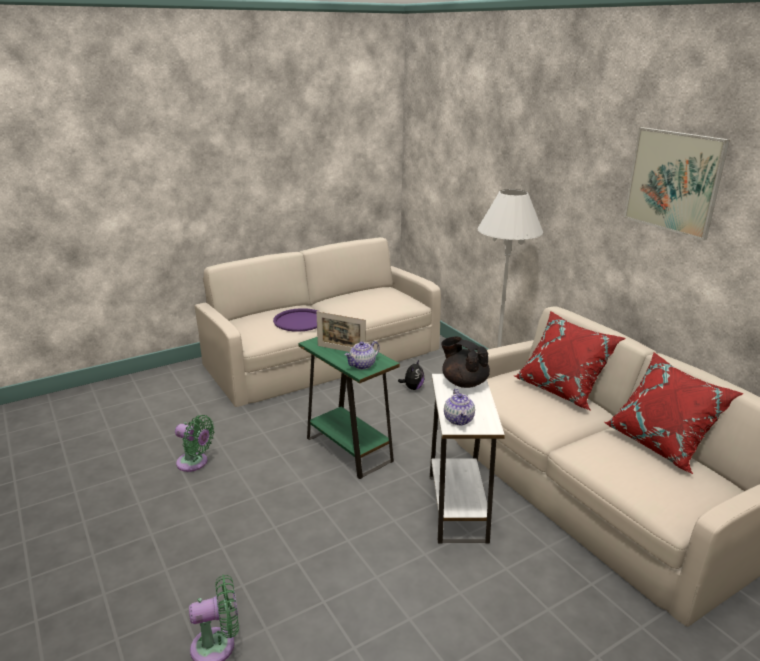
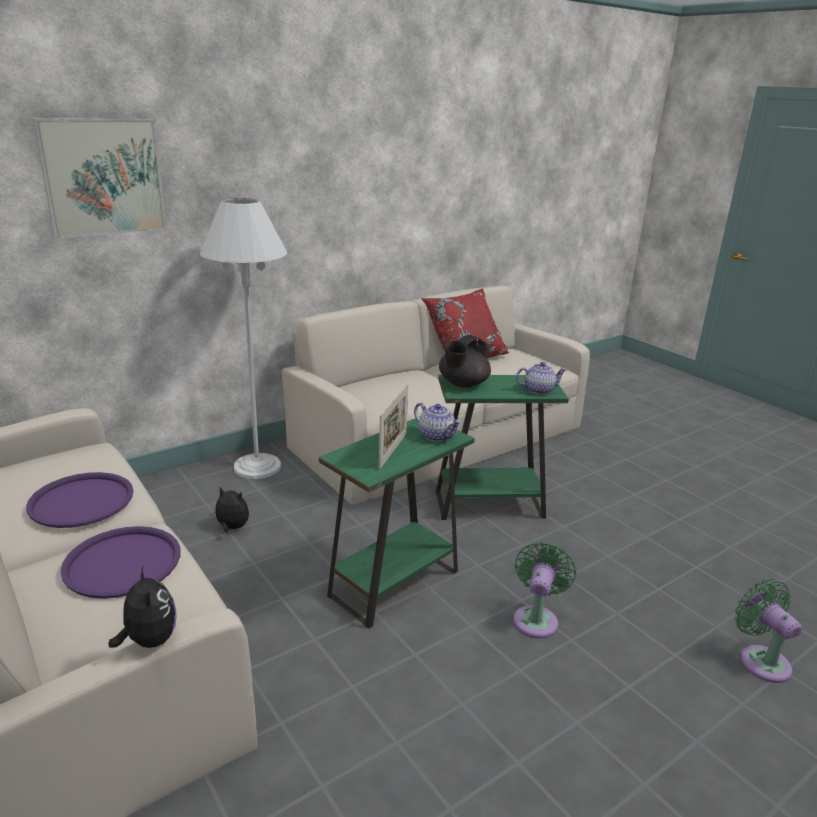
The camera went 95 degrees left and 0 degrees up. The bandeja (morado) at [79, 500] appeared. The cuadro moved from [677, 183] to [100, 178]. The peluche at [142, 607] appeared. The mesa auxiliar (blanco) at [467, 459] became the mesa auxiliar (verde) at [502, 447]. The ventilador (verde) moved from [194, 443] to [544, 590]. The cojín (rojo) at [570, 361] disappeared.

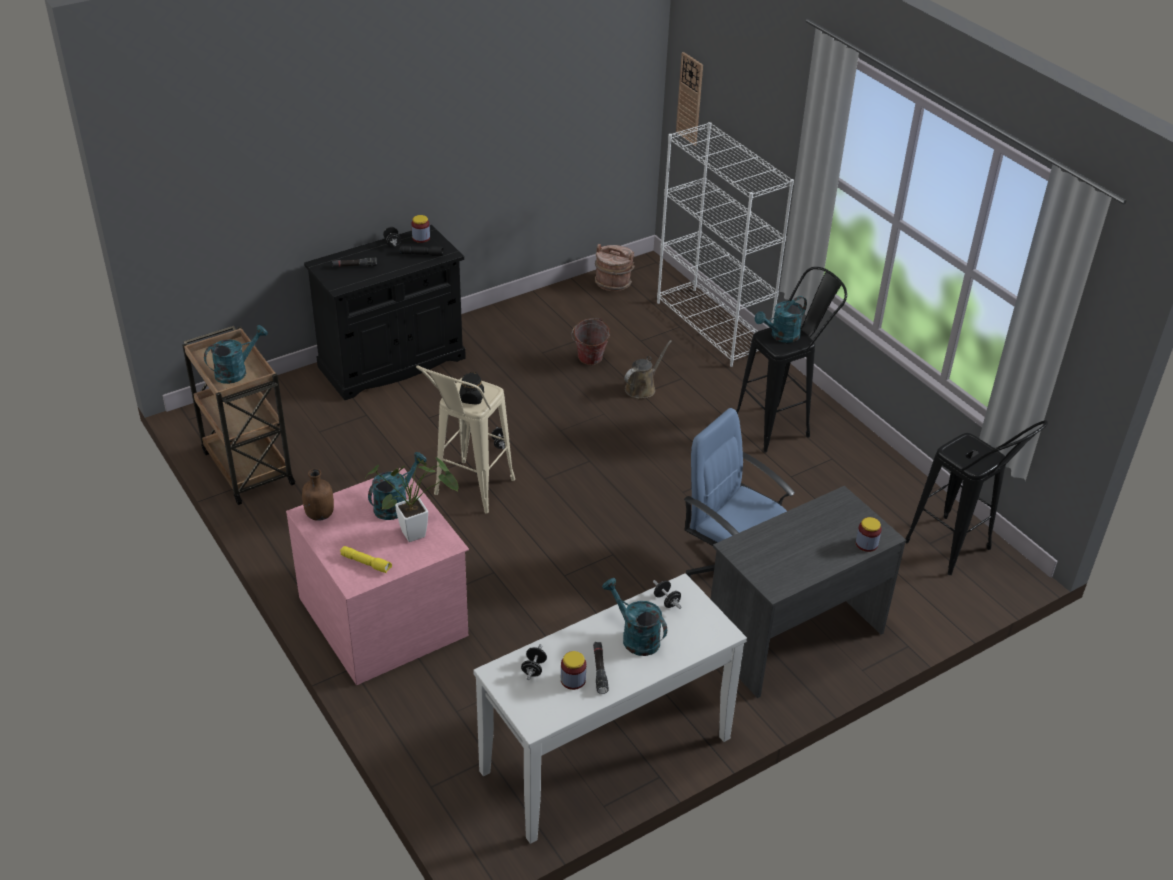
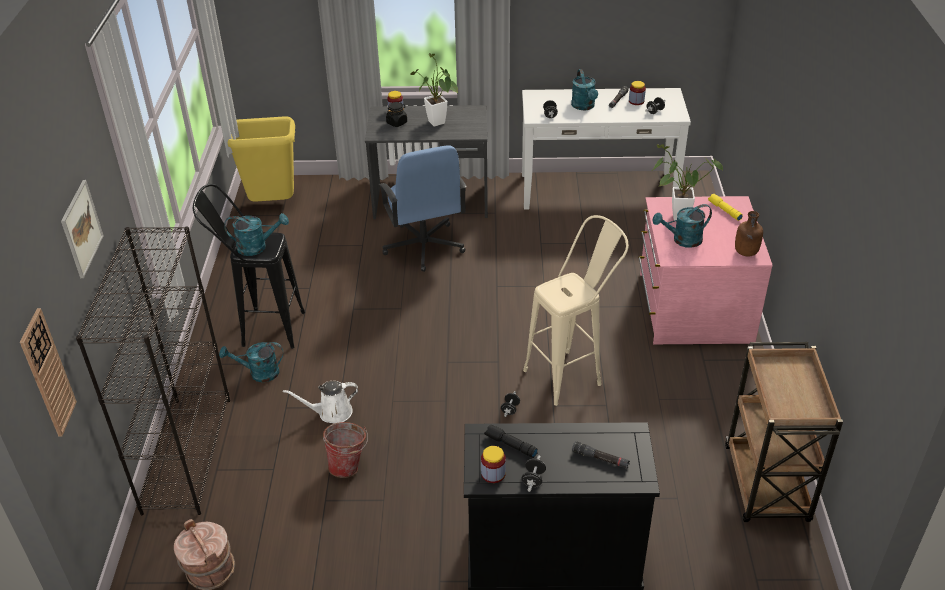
The camera went 145 degrees left and 0 degrees up. The cuadro at [82, 229] appeared. The estantería (blanco) at [725, 244] became the estantería (negro) at [153, 371]. The regadera (turquesa) moved from [236, 354] to [251, 362]. The taburete (negro) at [977, 497] was replaced by the papelera (amarillo) at [261, 159]. The regadera (marrón) at [648, 369] became the regadera (blanco) at [320, 402]. The tarro (negro) moved from [471, 388] to [396, 114]. The planta en maceta at [434, 89] appeared.

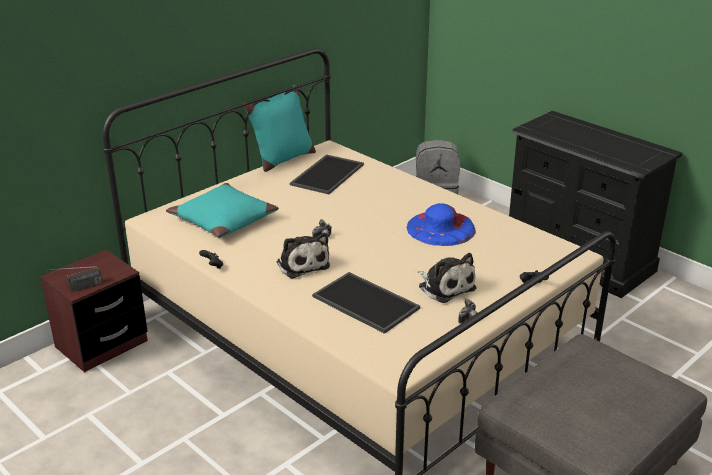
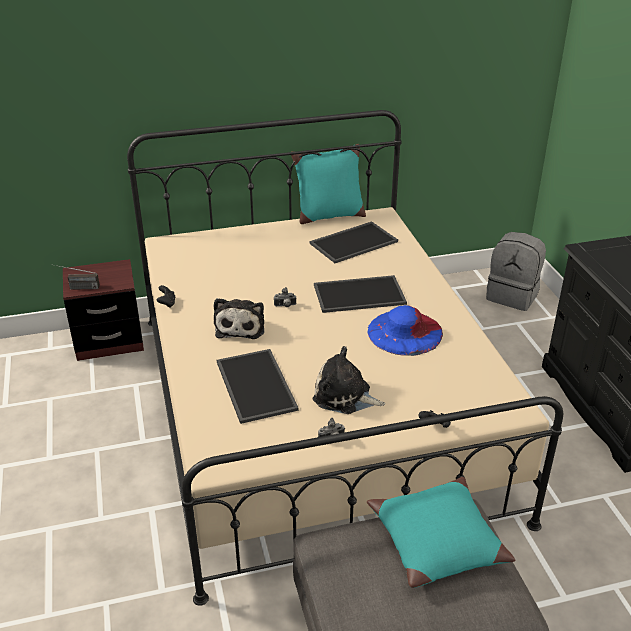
The camera went 30 degrees right and 5 degrees up. The peluche at [447, 278] turned 120 degrees clockwise. The bandeja at [360, 294] appeared. The cojín (turquesa) moved from [222, 210] to [441, 532].

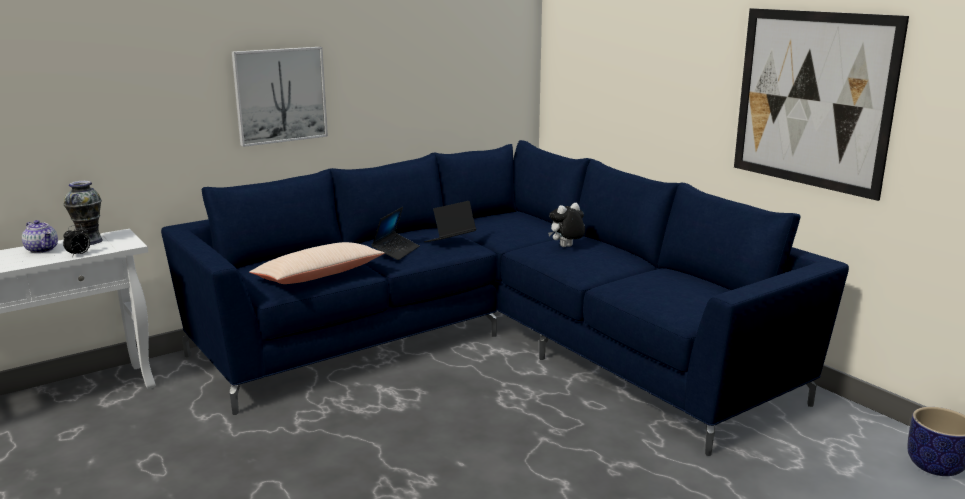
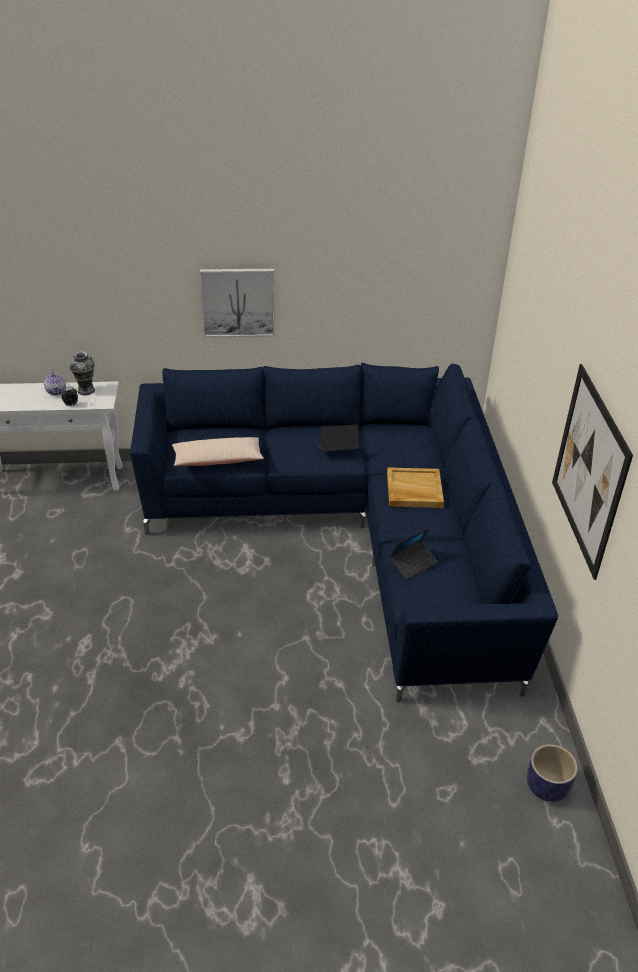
The camera went 30 degrees right and 20 degrees up. The peluche at [566, 225] was replaced by the bandeja (beis) at [415, 487]. The portátil moved from [395, 233] to [413, 553].

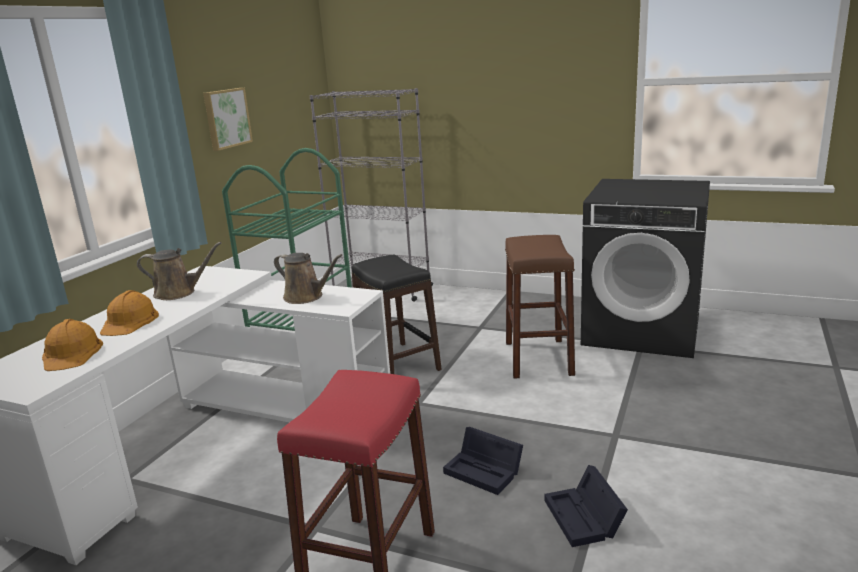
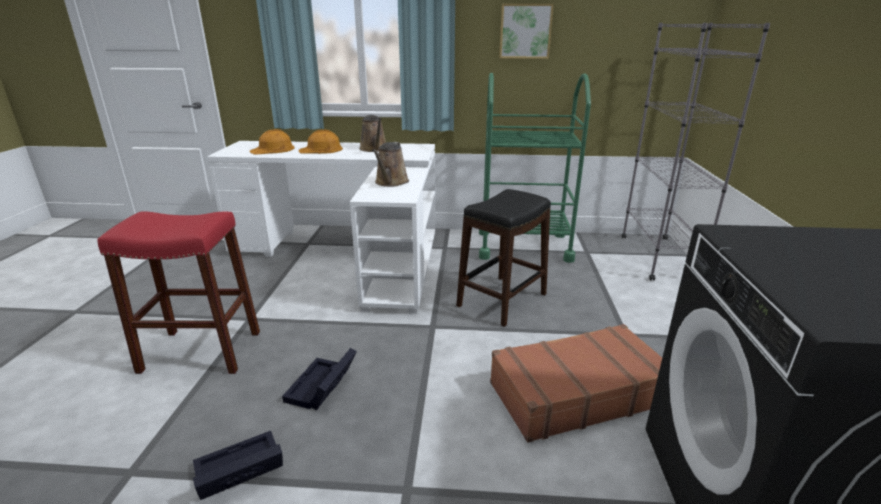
The camera went 70 degrees right and 5 degrees up. The taburete (marrón) at [540, 307] was replaced by the maleta (marrón) at [576, 383].

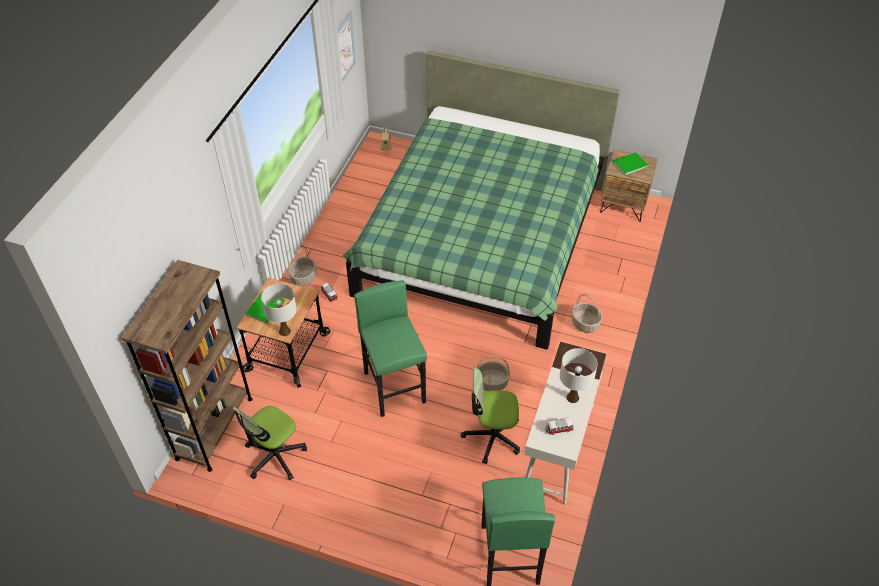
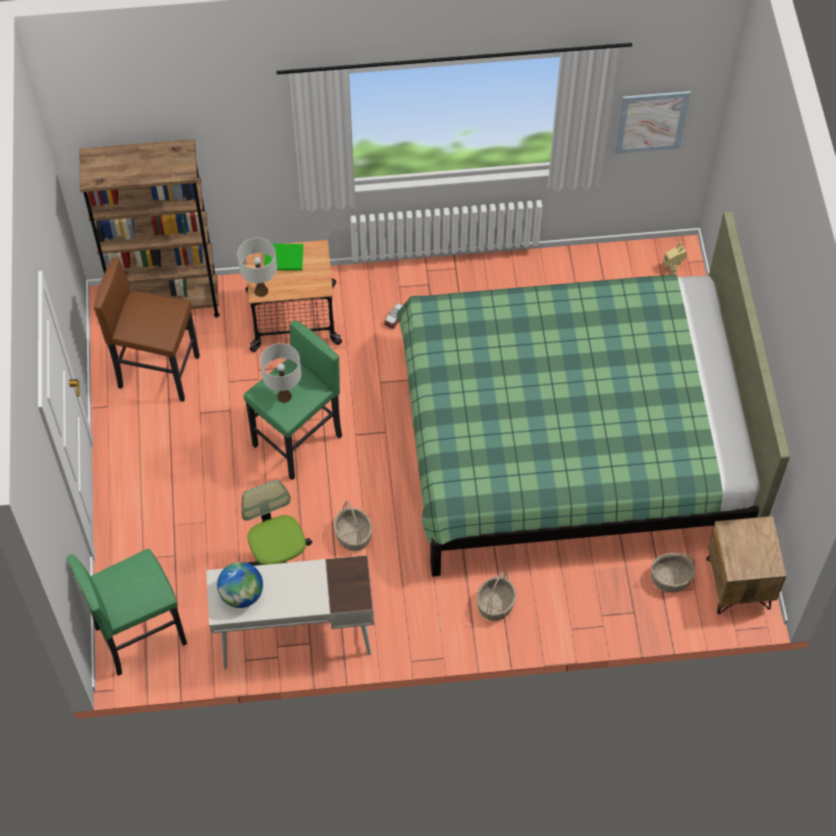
The camera went 65 degrees right and 10 degrees up. The silla de oficina at [269, 443] was replaced by the taburete (marrón) at [147, 330]. The coche de juguete at [559, 426] was replaced by the globo terráqueo at [240, 585]. The lámpara de mesa (blanco) moved from [579, 375] to [280, 373]. The cesta moved from [302, 266] to [673, 572]. The libro (verde) at [630, 163] disappeared.

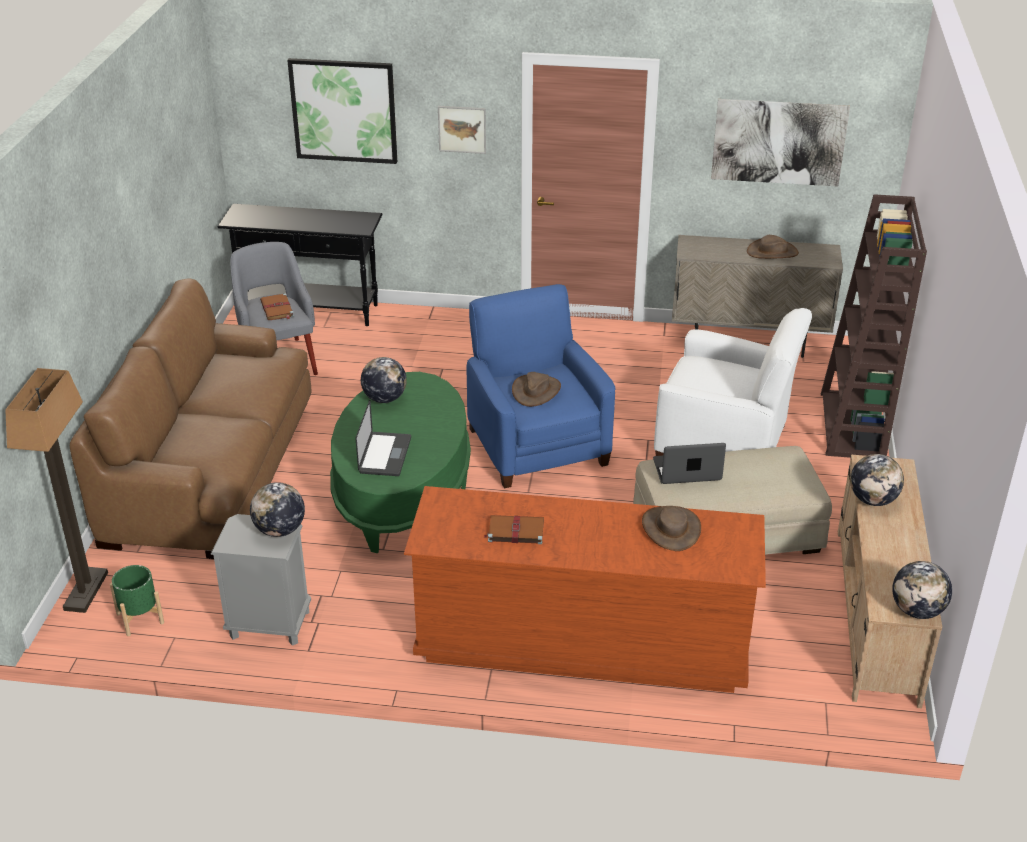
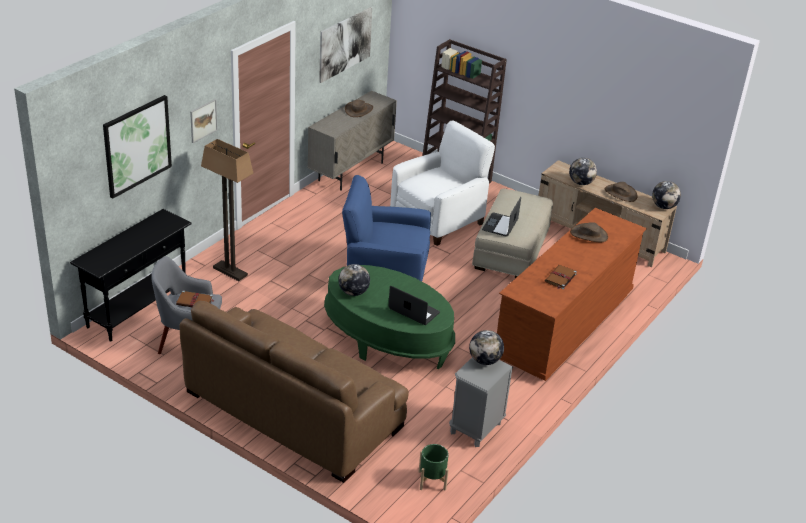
The camera went 65 degrees left and 0 degrees up. The lámpara de pie moved from [56, 490] to [227, 210]. The sombrero (marrón) moved from [536, 389] to [621, 192].

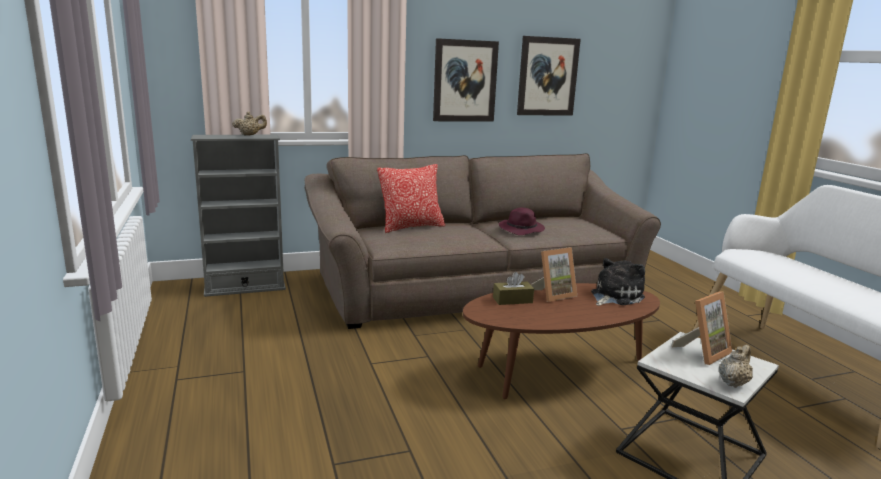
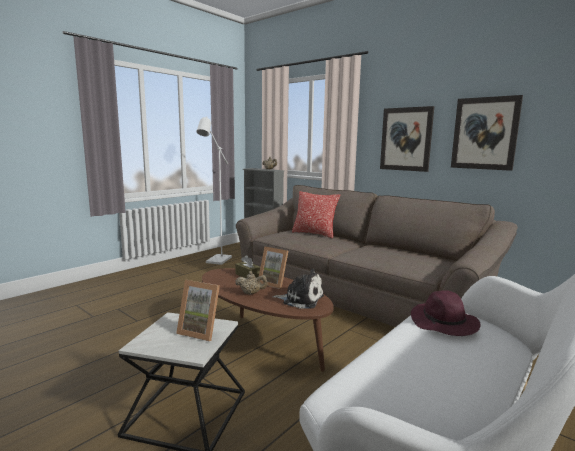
The camera went 60 degrees right and 5 degrees down. The lámpara de pie (blanco) at [214, 191] appeared. The tetera (beis) moved from [736, 366] to [252, 282]. The sombrero (morado) moved from [522, 221] to [446, 313].

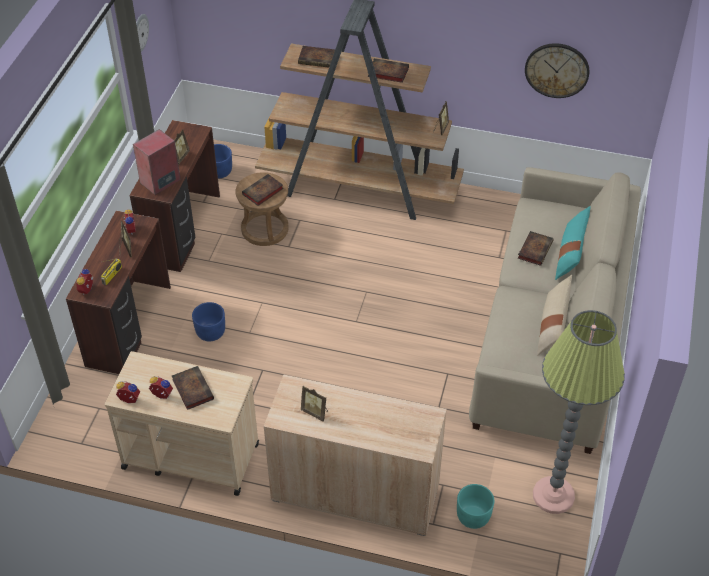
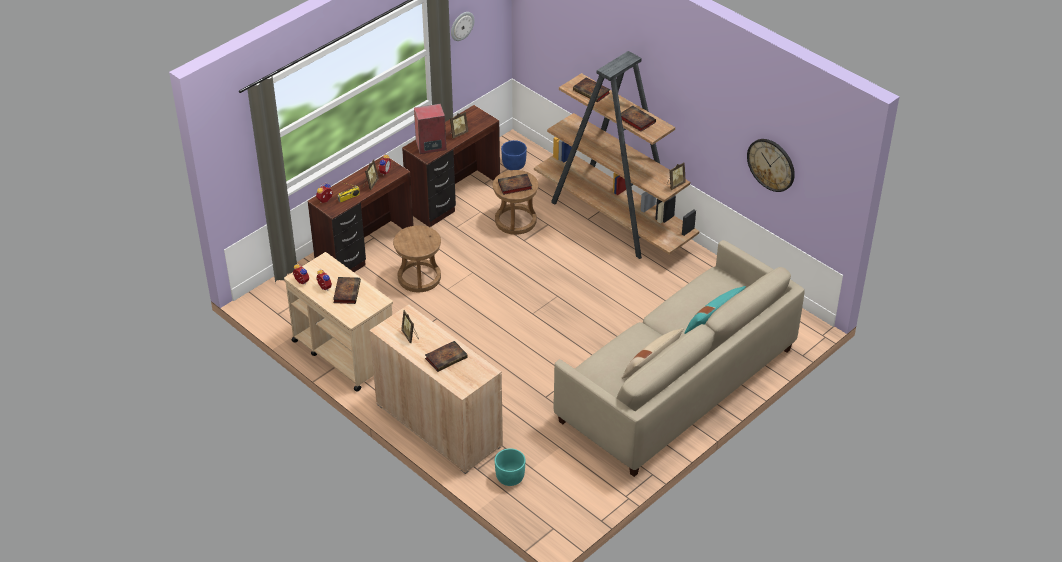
The camera went 30 degrees right and 5 degrees down. The maceta (azul) at [208, 321] was replaced by the taburete (marrón) at [417, 258]. The libro moved from [536, 248] to [446, 356]. The lámpara de pie at [579, 412] disappeared.

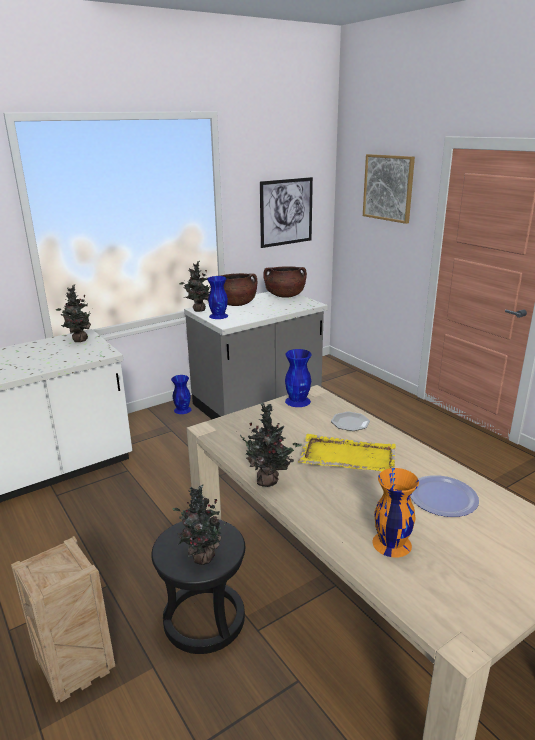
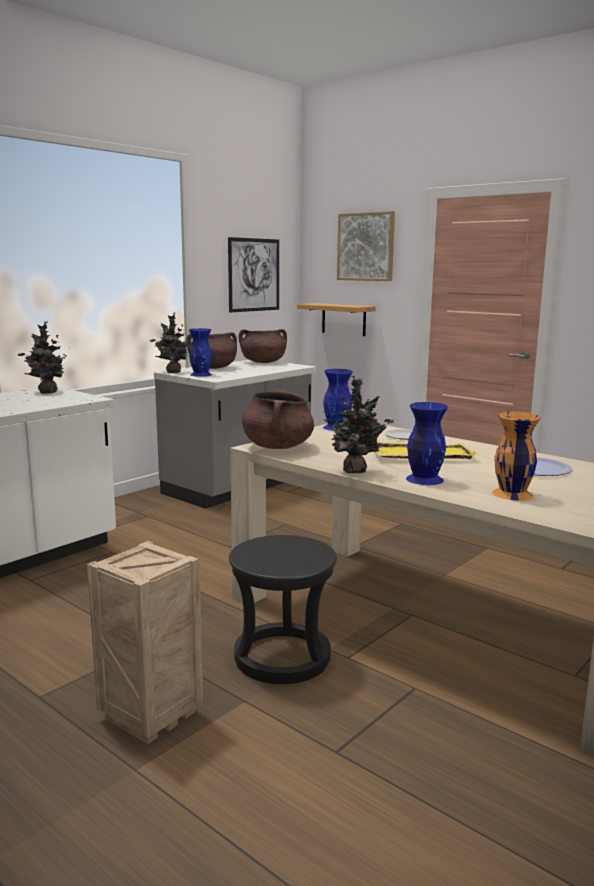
The camera went 15 degrees left and 10 degrees down. The olla (marrón) at [278, 419] appeared. The estante at [336, 319] appeared. The florero (azul) moved from [181, 394] to [427, 443]. The planta en maceta at [199, 524] disappeared.

